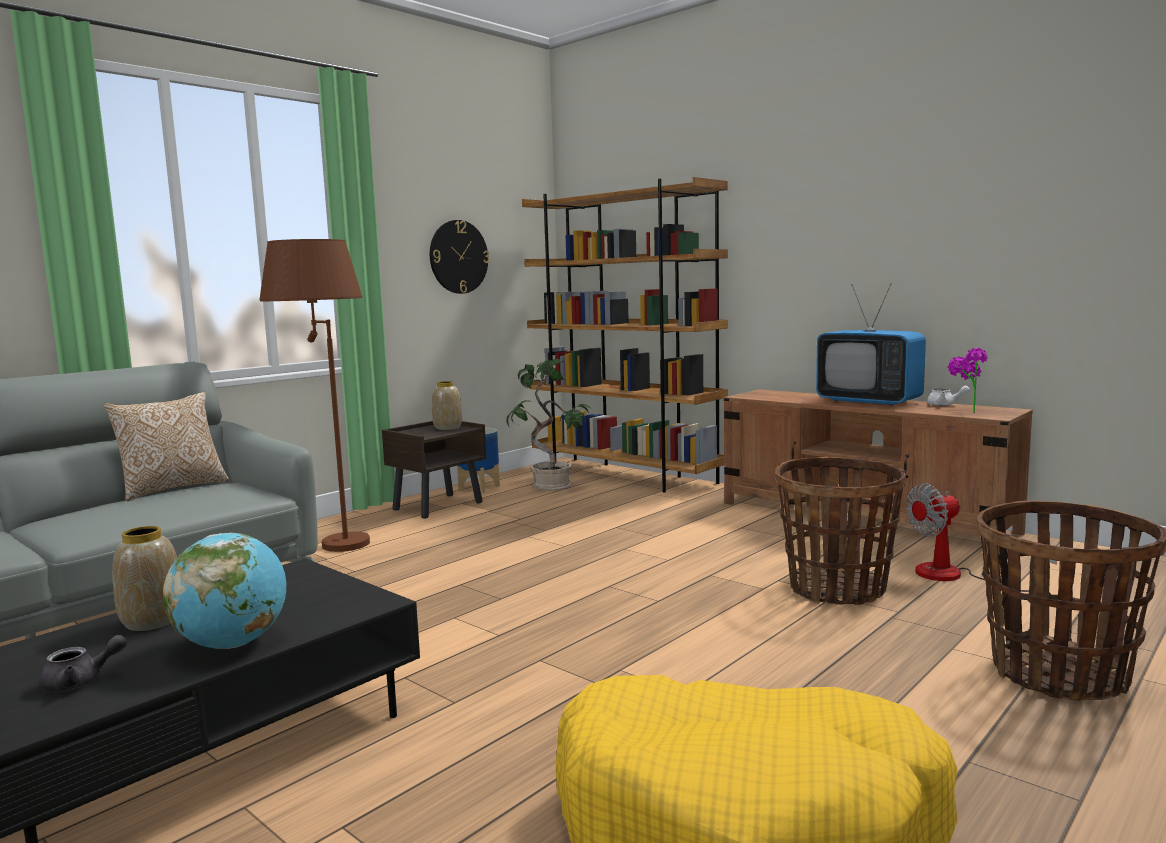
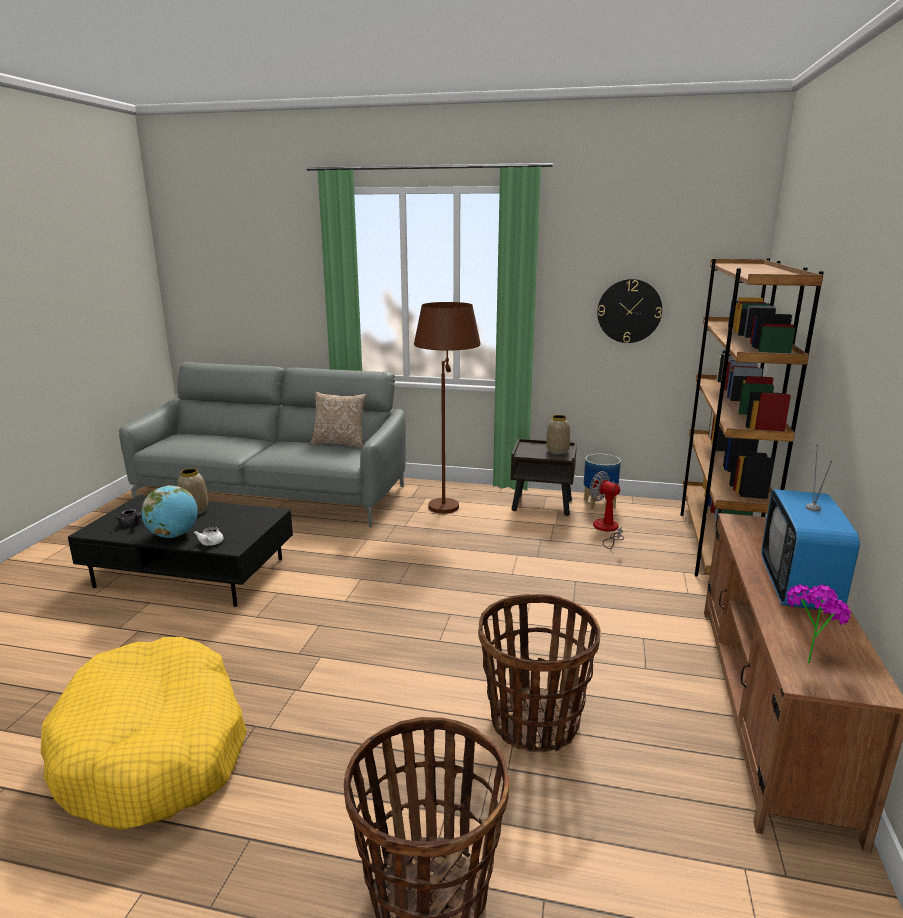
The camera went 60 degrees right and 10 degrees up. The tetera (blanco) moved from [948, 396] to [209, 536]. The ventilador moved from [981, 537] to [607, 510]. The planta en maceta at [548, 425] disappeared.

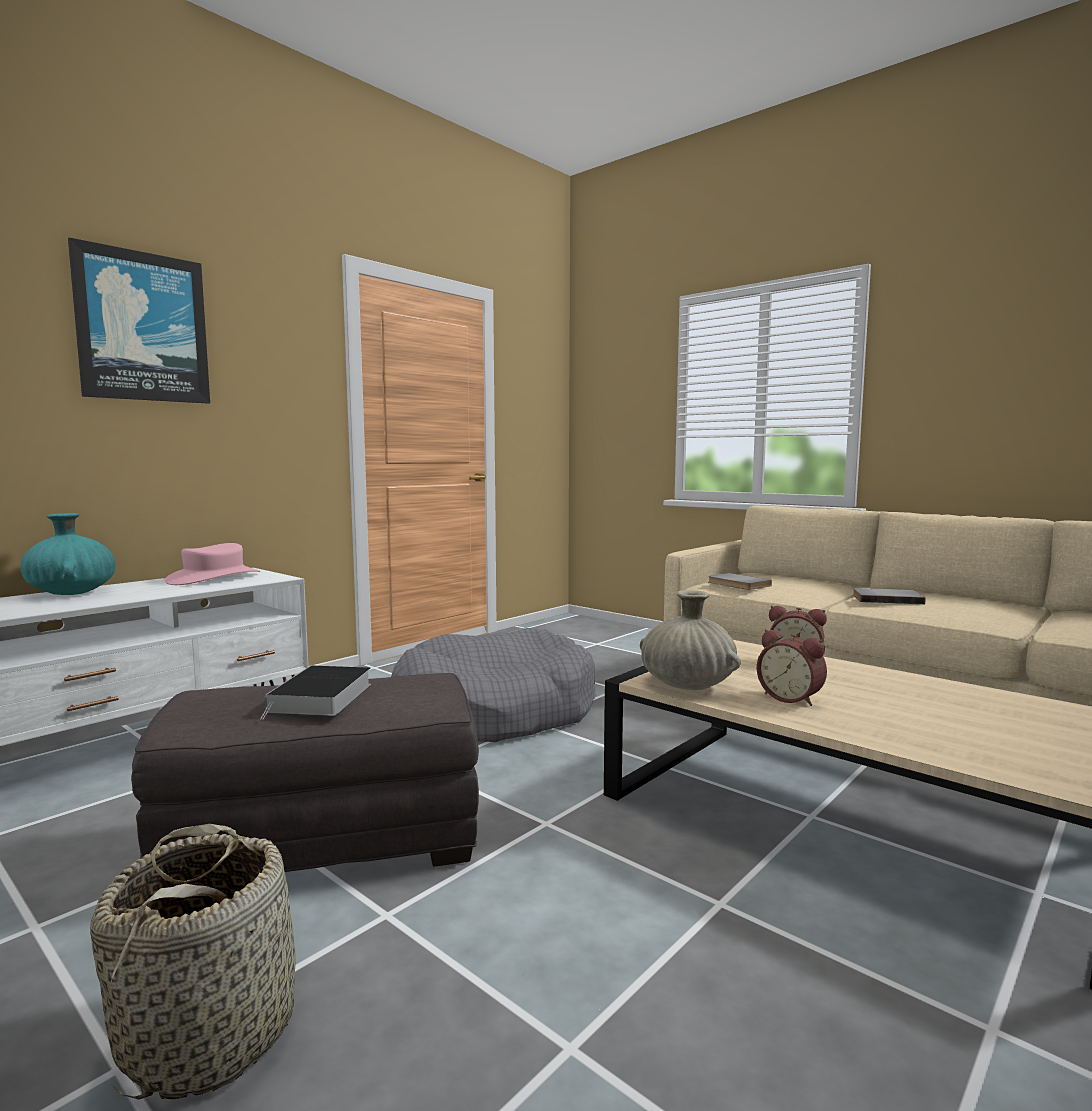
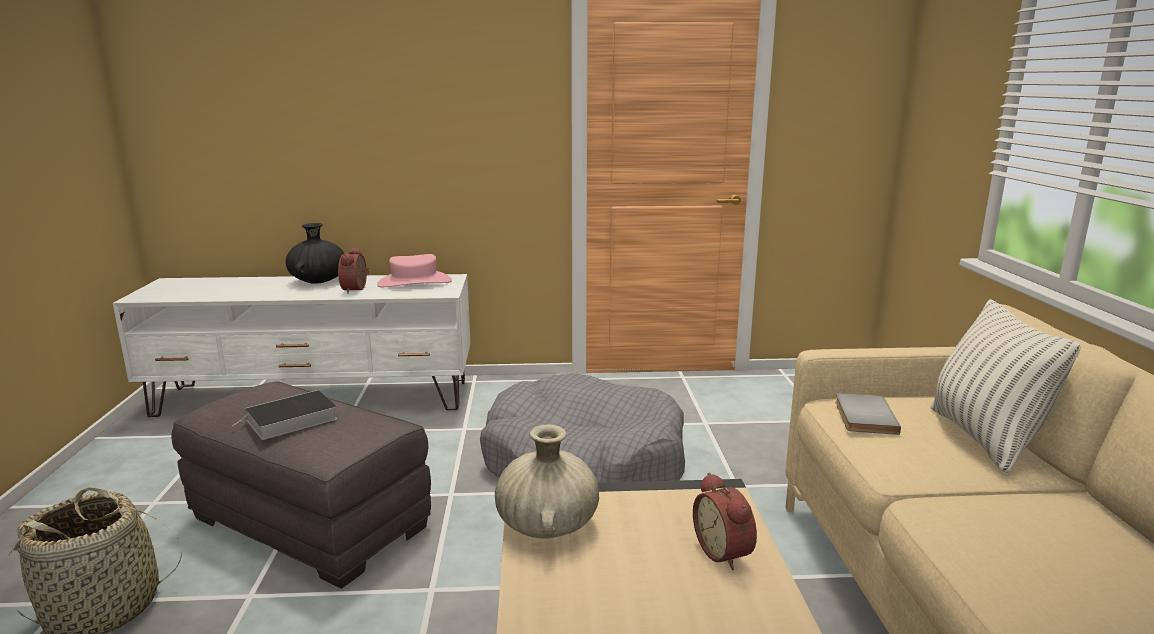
The camera went 45 degrees right and 10 degrees up. The florero (turquesa) at [68, 554] became the florero (negro) at [315, 253]. The despertador moved from [792, 667] to [353, 270]. The cojín at [1006, 386] appeared. The cuadro at [139, 321] disappeared. The libro (gris) at [889, 596] disappeared.

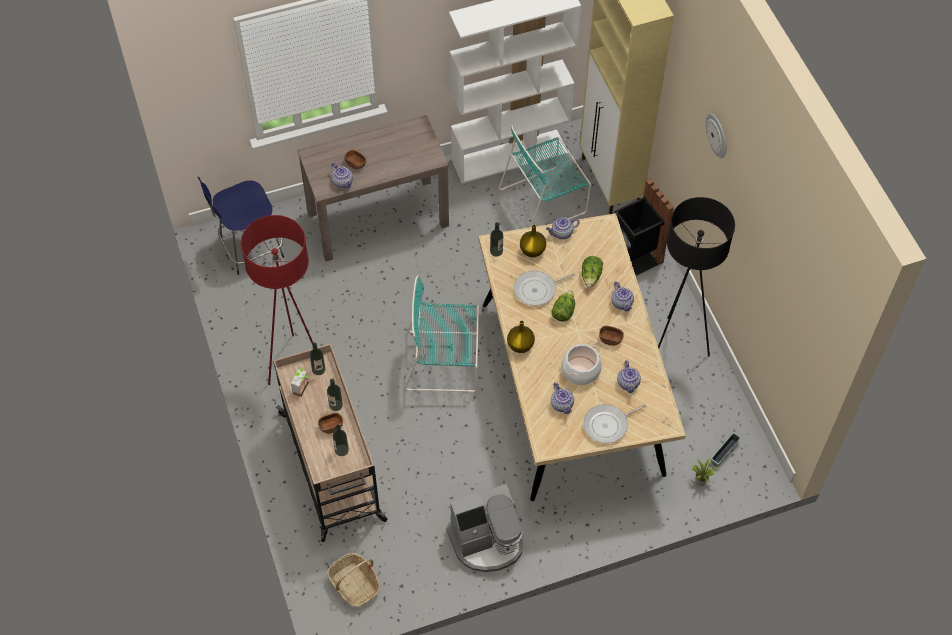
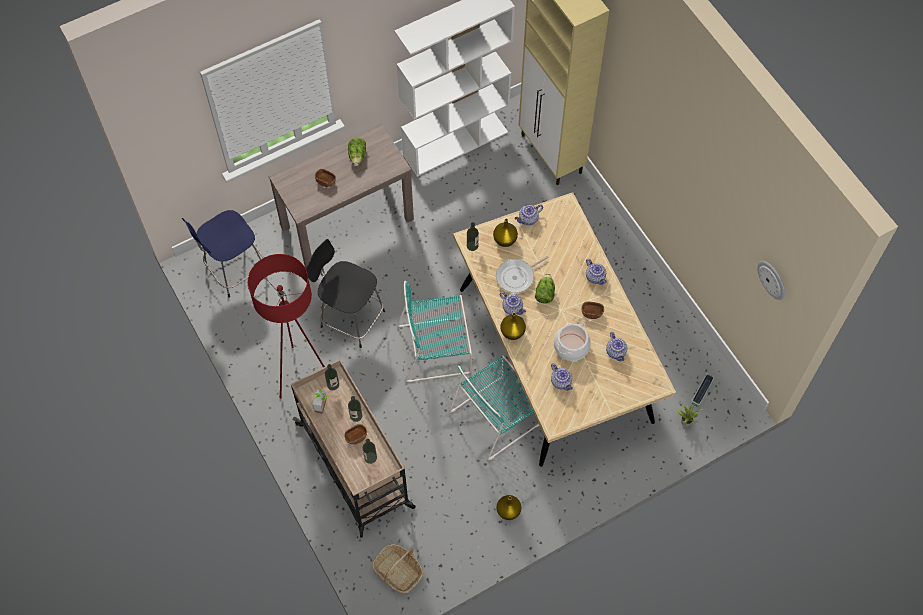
The camera went 10 degrees left and 5 degrees up. The taburete (negro) at [345, 293] appeared. The lechuga moved from [592, 272] to [357, 152]. The silla (turquesa) moved from [544, 176] to [494, 407]. The cafetera at [484, 528] was replaced by the florero (amarillo) at [509, 507]. The tetera moved from [342, 175] to [513, 303]. The reloj de pared moved from [716, 135] to [771, 280]. The sartén at [615, 423] disappeared. The papelera (negro) at [644, 227] disappeared. The lámpara de pie (negro) at [696, 276] disappeared.

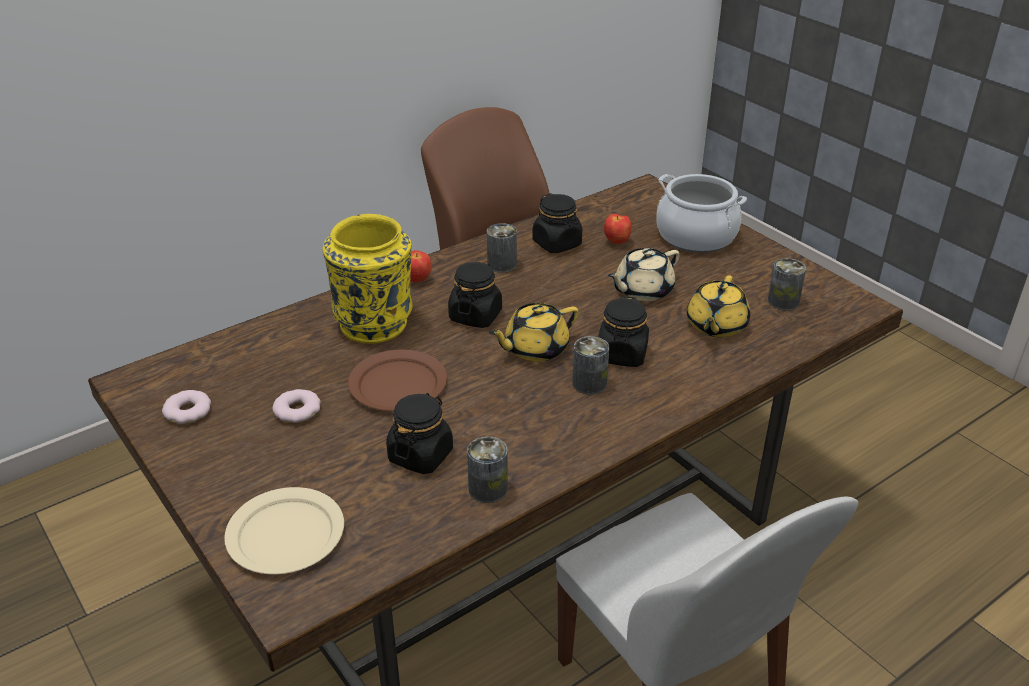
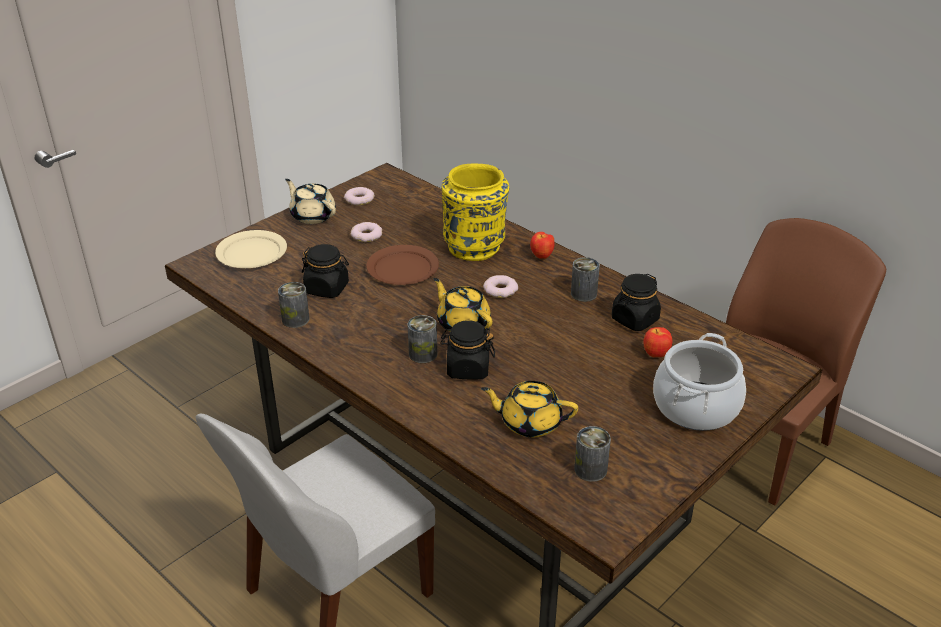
The camera went 80 degrees right and 0 degrees up. The tetera (beis) moved from [644, 274] to [310, 201]. The tarro (negro) at [475, 295] was replaced by the rosquilla at [500, 286].

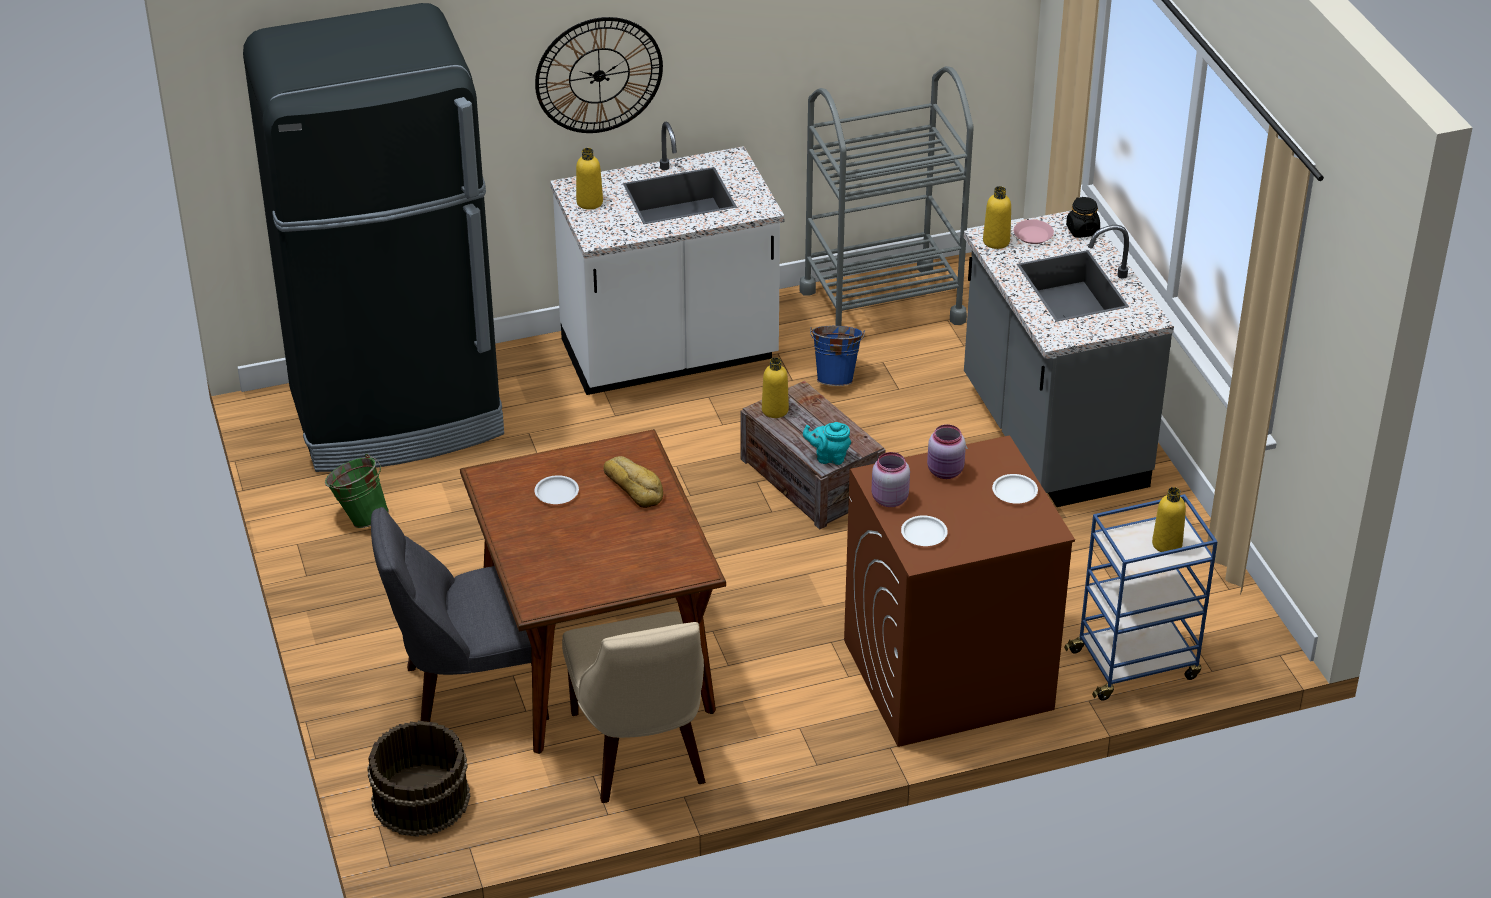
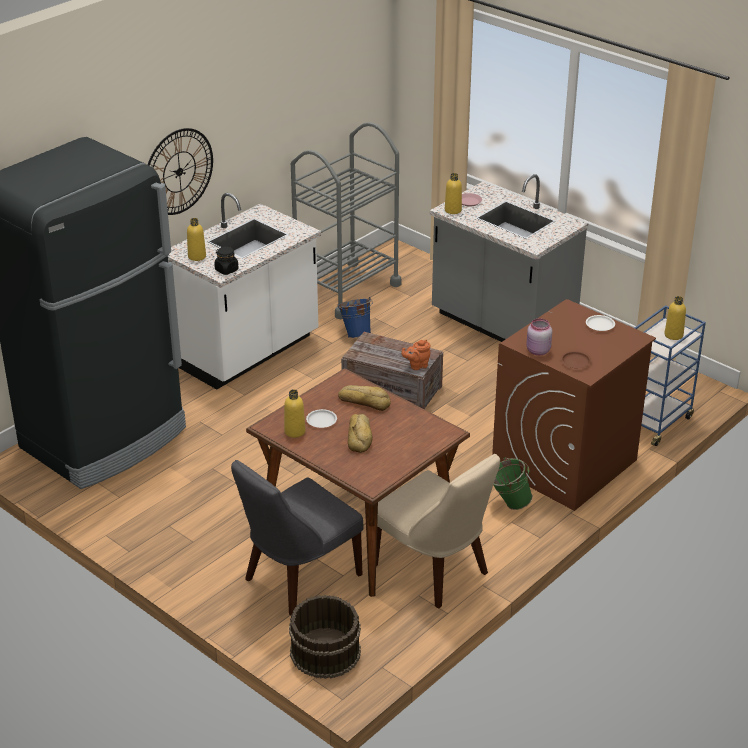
The camera went 30 degrees left and 5 degrees down. The tarro (negro) moved from [1083, 217] to [226, 261]. The botella (amarillo) moved from [775, 387] to [294, 413]. The pan at [360, 433] appeared. The tetera (turquesa) at [827, 443] became the tetera (naranja) at [416, 355]. The cubo (verde) moved from [357, 491] to [513, 483]. The plato (blanco) at [924, 530] became the plato (marrón) at [576, 359]. The tarro (rosa) at [946, 451] disappeared.

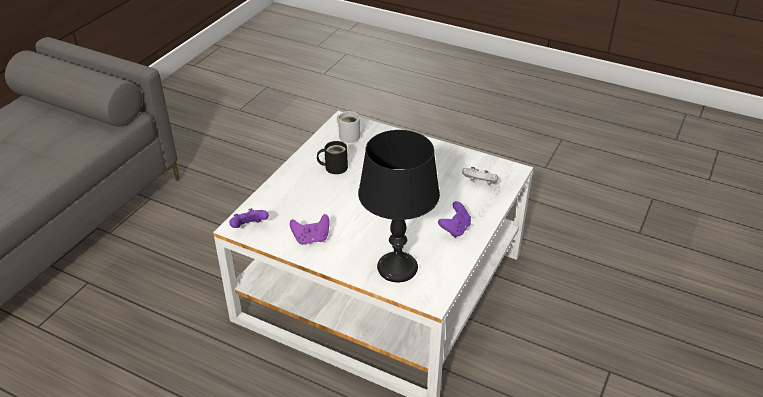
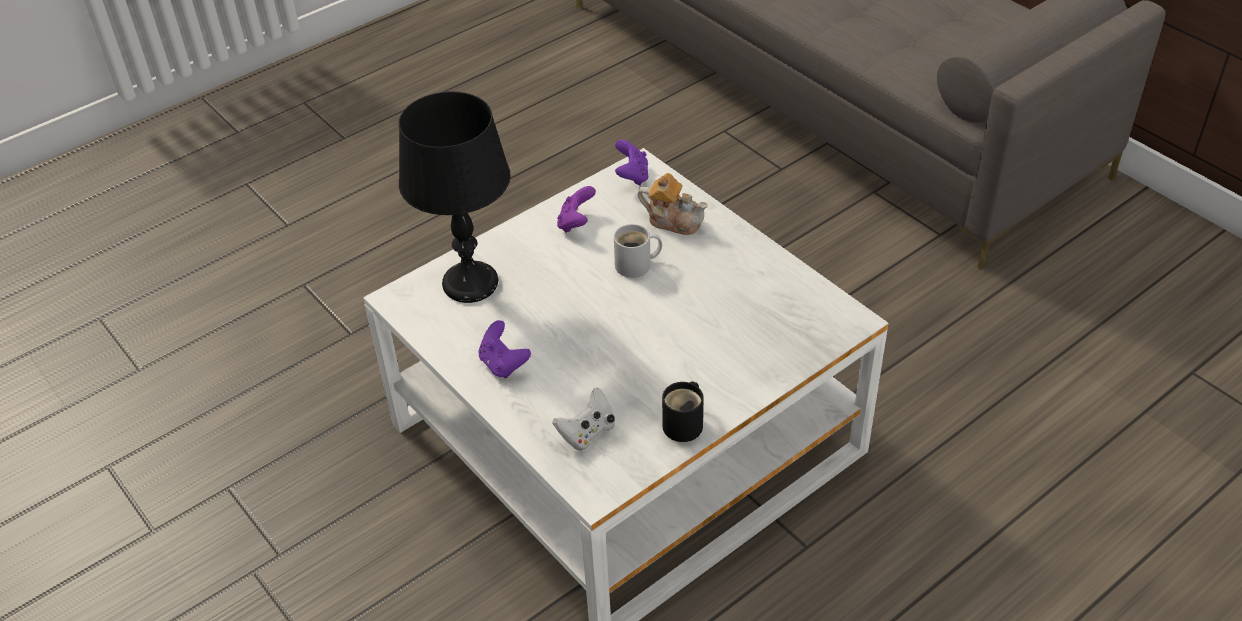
The camera went 115 degrees right and 5 degrees up. The taza grande (blanco) moved from [348, 127] to [638, 251]. The tetera at [673, 204] appeared. The taza grande (negro) moved from [332, 157] to [683, 411].

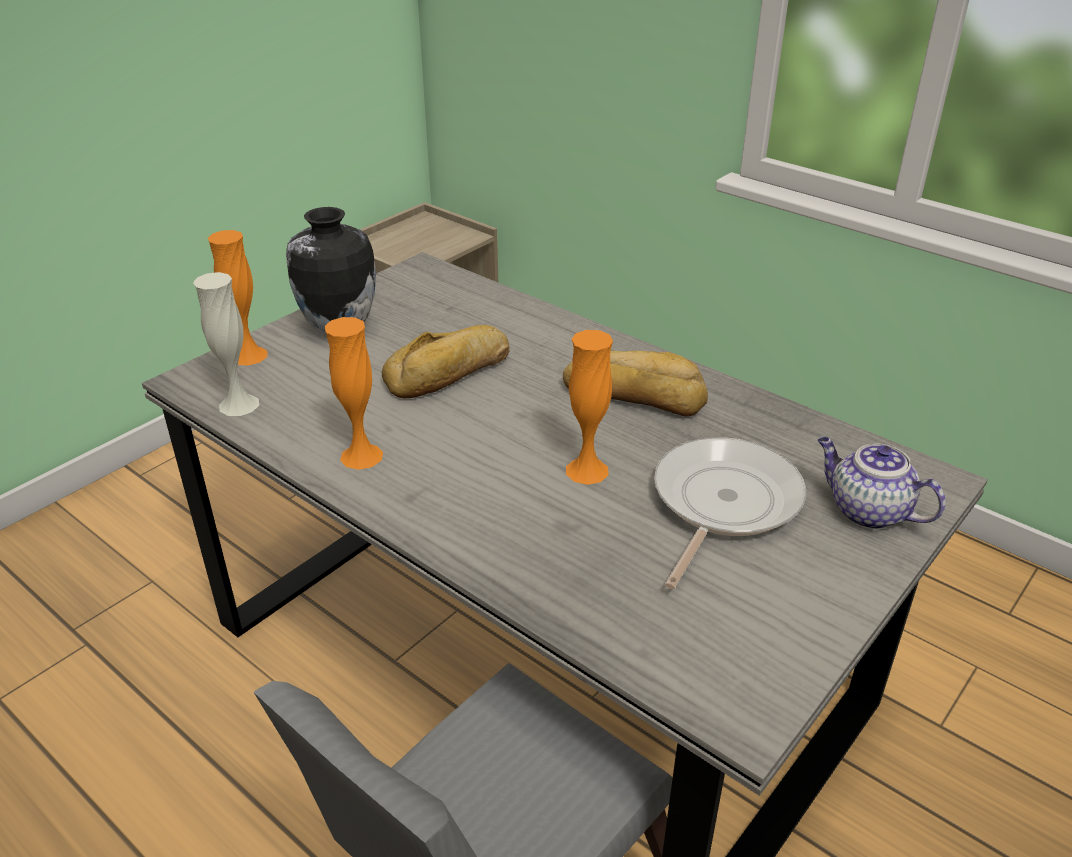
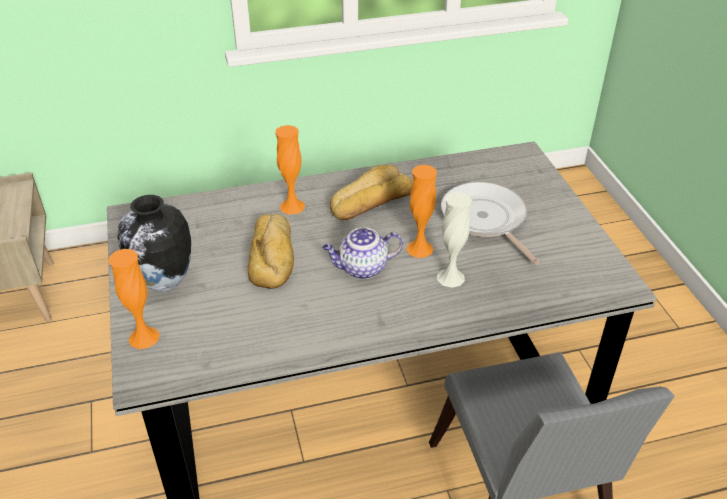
The camera went 55 degrees left and 5 degrees up. The florero (naranja) moved from [354, 393] to [290, 169]. The tetera moved from [882, 483] to [362, 253]. The florero (blanco) moved from [226, 344] to [454, 240].

